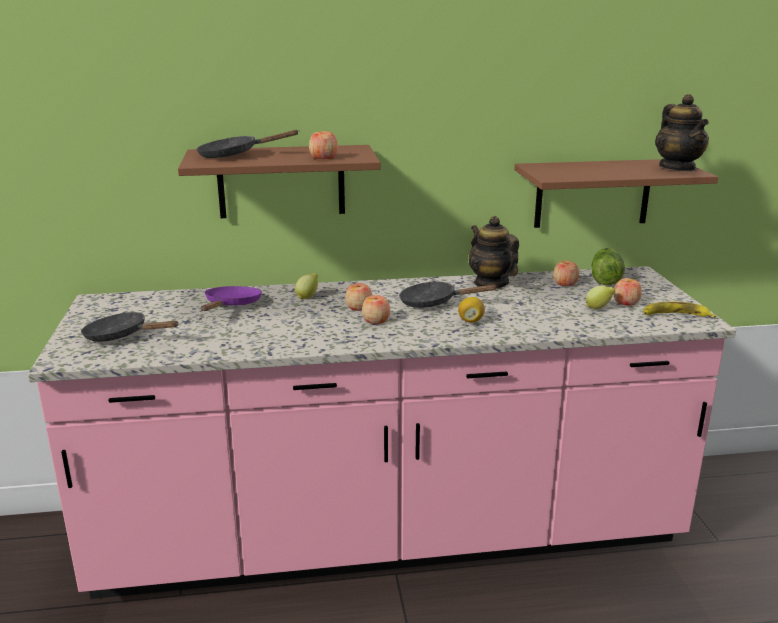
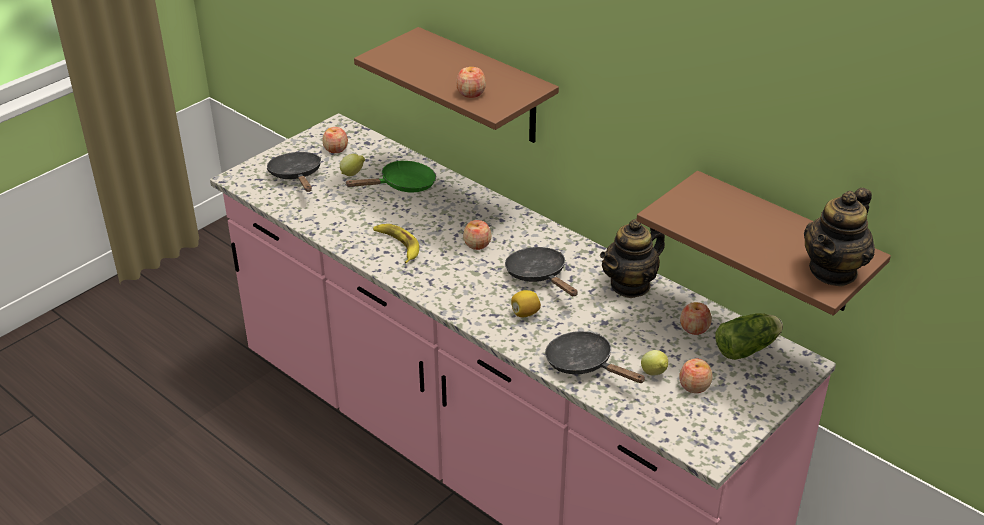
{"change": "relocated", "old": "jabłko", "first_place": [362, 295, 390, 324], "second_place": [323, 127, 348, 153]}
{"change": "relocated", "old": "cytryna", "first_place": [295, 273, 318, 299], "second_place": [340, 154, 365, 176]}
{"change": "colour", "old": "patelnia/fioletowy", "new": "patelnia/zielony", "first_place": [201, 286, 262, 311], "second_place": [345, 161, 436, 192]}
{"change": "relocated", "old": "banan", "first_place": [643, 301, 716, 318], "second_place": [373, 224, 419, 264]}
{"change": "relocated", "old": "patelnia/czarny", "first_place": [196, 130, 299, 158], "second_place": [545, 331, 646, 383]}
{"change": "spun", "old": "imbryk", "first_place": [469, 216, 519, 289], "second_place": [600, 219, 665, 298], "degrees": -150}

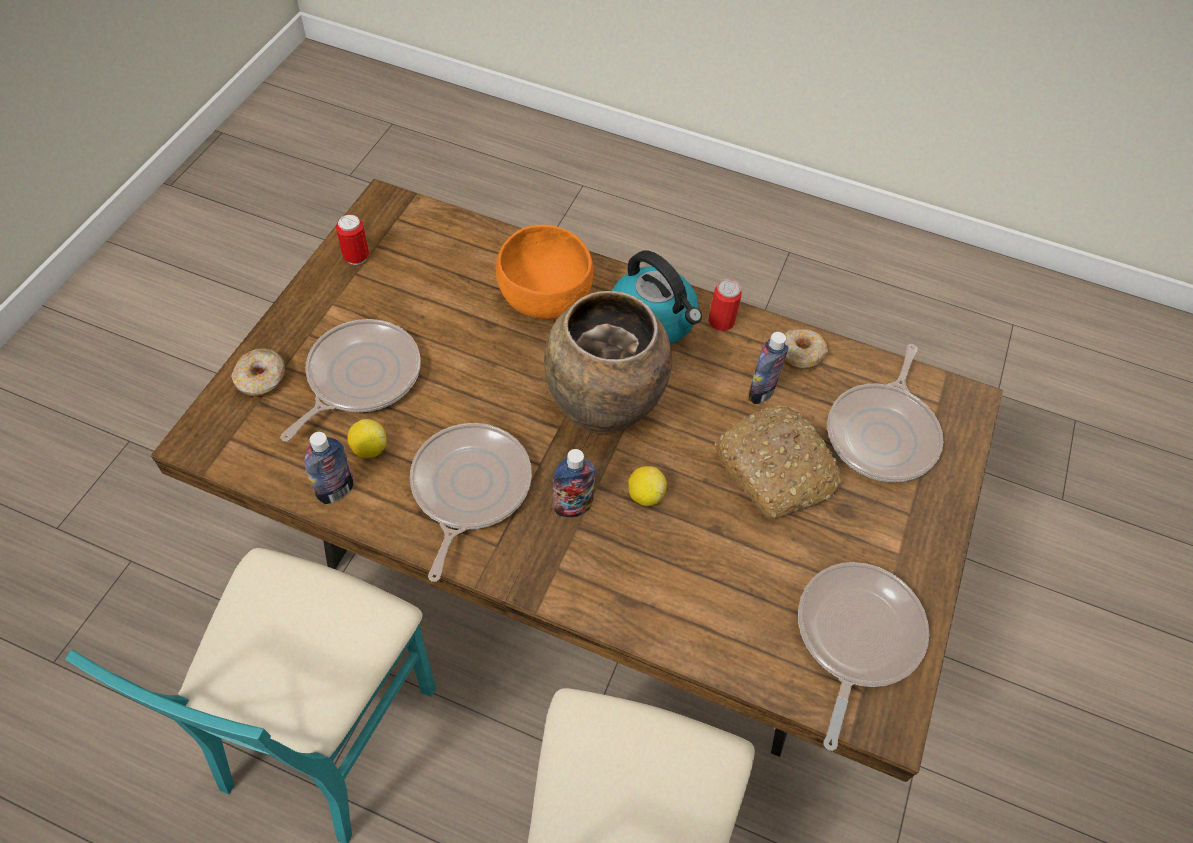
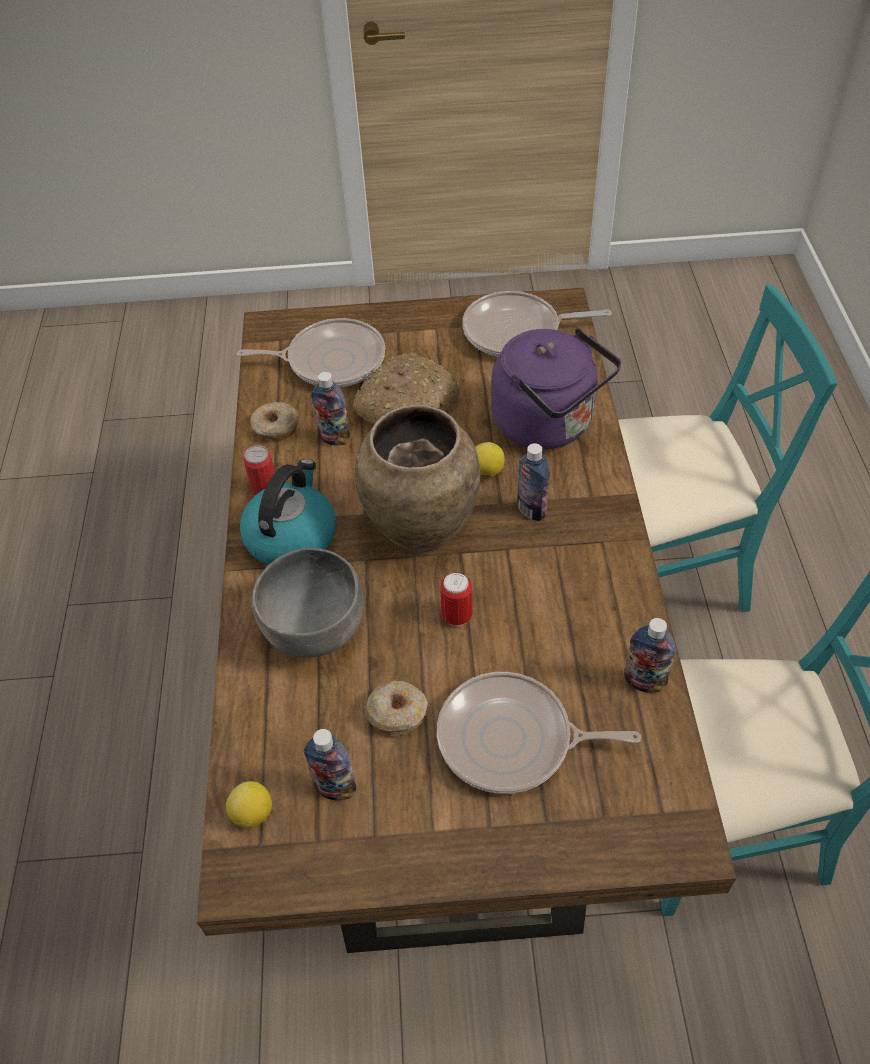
{"change": "relocated", "old": "cytryna", "first_place": [347, 419, 387, 458], "second_place": [226, 781, 272, 828]}
{"change": "colour", "old": "miska/pomarańczowy", "new": "miska/szary", "first_place": [496, 225, 594, 319], "second_place": [252, 548, 364, 658]}
{"change": "appeared", "new": "butelka", "second_place": [304, 729, 357, 801]}
{"change": "relocated", "old": "donut", "first_place": [231, 348, 285, 397], "second_place": [366, 681, 428, 735]}
{"change": "relocated", "old": "puszka", "first_place": [336, 214, 369, 265], "second_place": [440, 572, 472, 626]}
{"change": "appeared", "new": "czajnik/fioletowy", "second_place": [491, 328, 621, 449]}
{"change": "missing", "old": "patelnia", "first_place": [410, 423, 532, 582]}

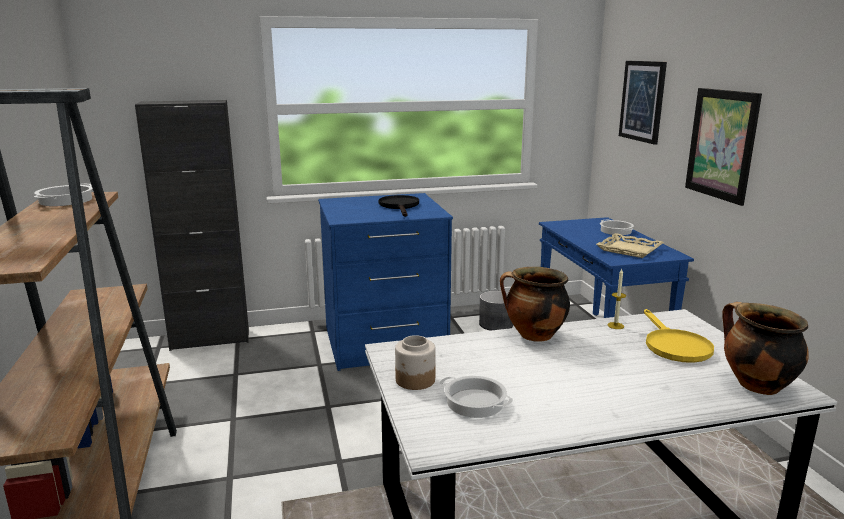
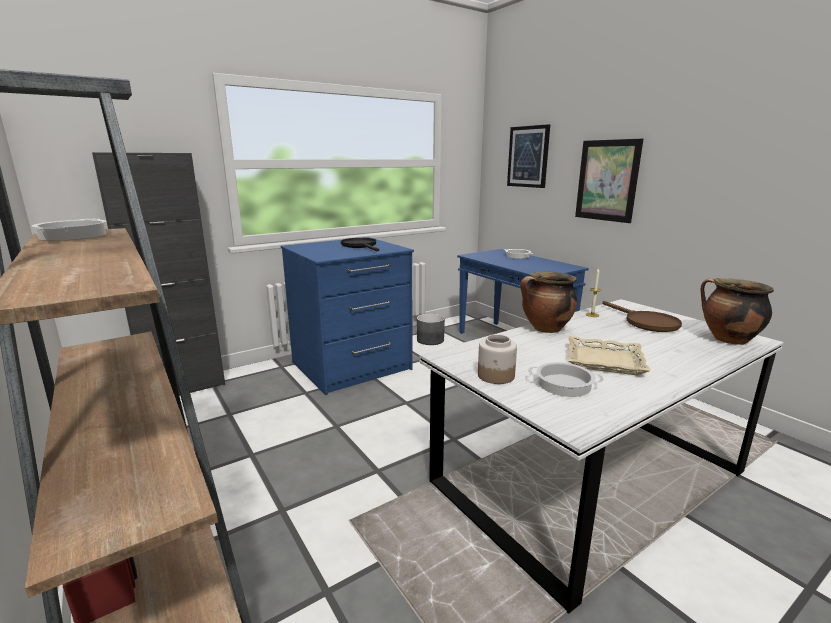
{"change": "relocated", "old": "taca/beżowy", "first_place": [596, 233, 664, 258], "second_place": [568, 336, 650, 376]}
{"change": "colour", "old": "patelnia/żółty", "new": "patelnia/brązowy", "first_place": [644, 309, 714, 363], "second_place": [602, 301, 682, 332]}

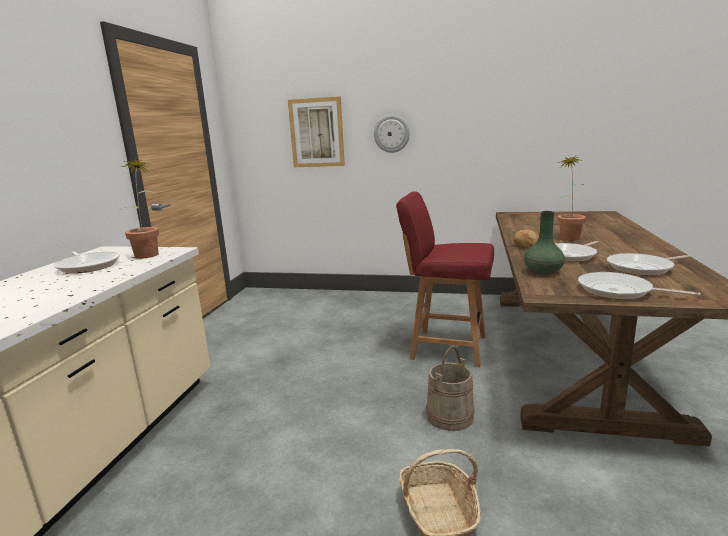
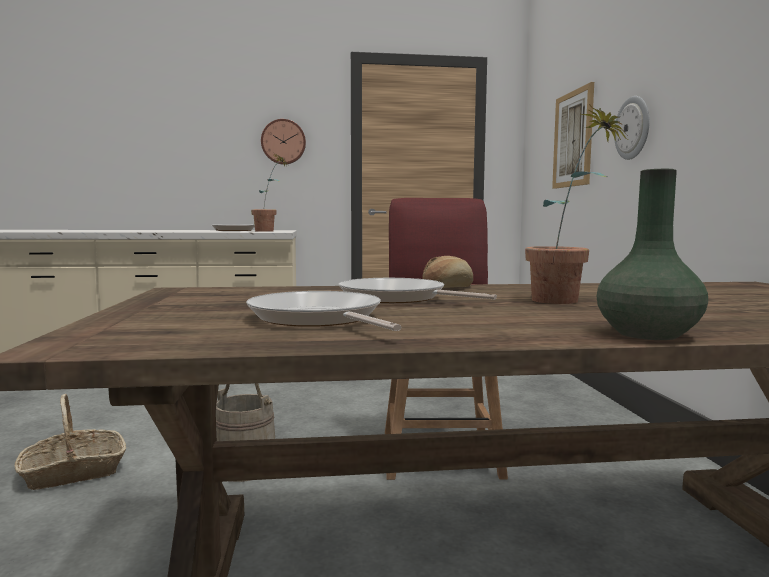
{"change": "appeared", "new": "zegar ścienny", "second_place": [261, 119, 306, 165]}
{"change": "relocated", "old": "wazon/zielony", "first_place": [524, 211, 565, 275], "second_place": [596, 169, 708, 340]}
{"change": "missing", "old": "patelnia", "first_place": [578, 272, 700, 299]}

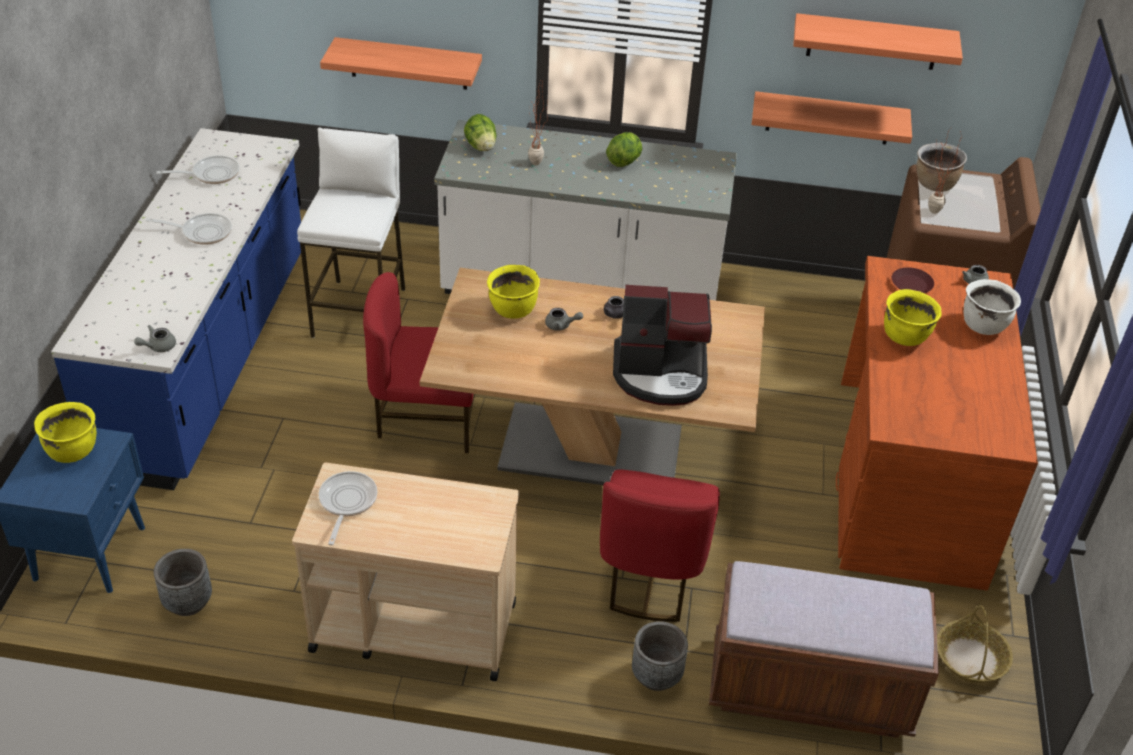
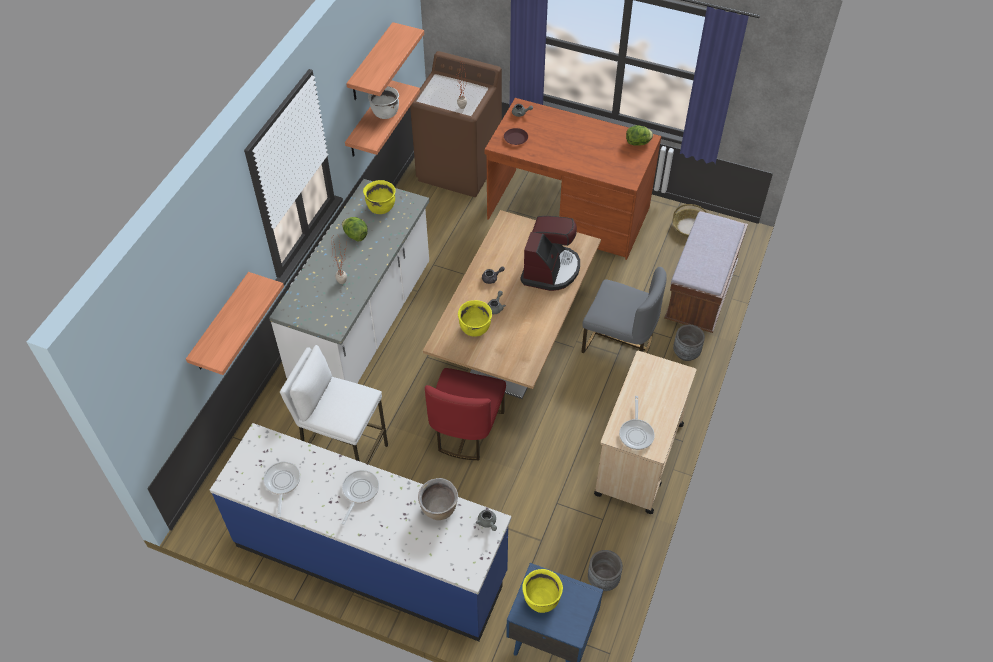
{"change": "relocated", "old": "garnek/żółty", "first_place": [884, 289, 942, 346], "second_place": [363, 180, 396, 214]}
{"change": "relocated", "old": "garnek/biały", "first_place": [964, 279, 1021, 335], "second_place": [368, 86, 399, 119]}
{"change": "relocated", "old": "garnek/brązowy", "first_place": [916, 143, 967, 192], "second_place": [418, 478, 458, 520]}
{"change": "colour", "old": "krzesło/czerwony", "new": "krzesło/szary", "first_place": [600, 469, 720, 622], "second_place": [581, 267, 667, 353]}
{"change": "spun", "old": "patelnia", "first_place": [319, 471, 377, 545], "second_place": [619, 396, 655, 450], "degrees": -105}
{"change": "relocated", "old": "sałata", "first_place": [464, 114, 497, 151], "second_place": [626, 125, 653, 146]}

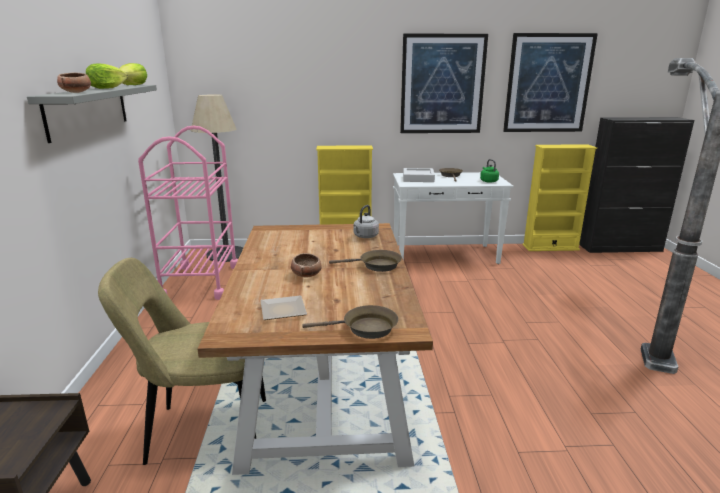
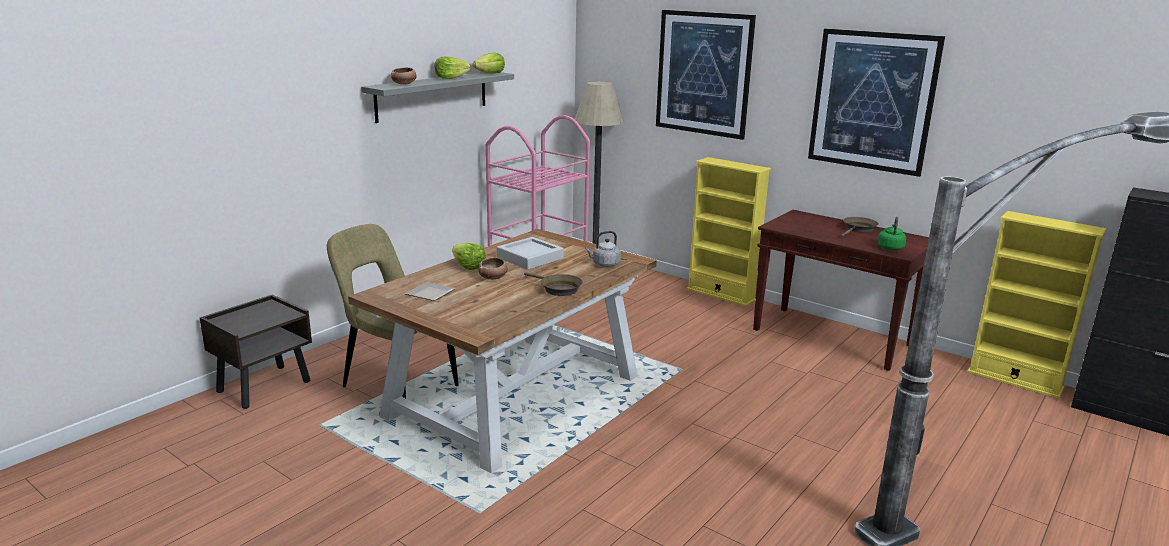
{"change": "appeared", "new": "sałata", "second_place": [452, 243, 486, 270]}
{"change": "relocated", "old": "taca/szary", "first_place": [403, 168, 435, 182], "second_place": [497, 237, 564, 270]}
{"change": "relocated", "old": "obraz", "first_place": [503, 33, 598, 132], "second_place": [656, 10, 756, 140]}
{"change": "colour", "old": "stolik konsolowy/biały", "new": "stolik konsolowy/brązowy", "first_place": [393, 172, 513, 264], "second_place": [753, 210, 929, 371]}
{"change": "missing", "old": "patelnia/brązowy", "first_place": [302, 305, 398, 339]}

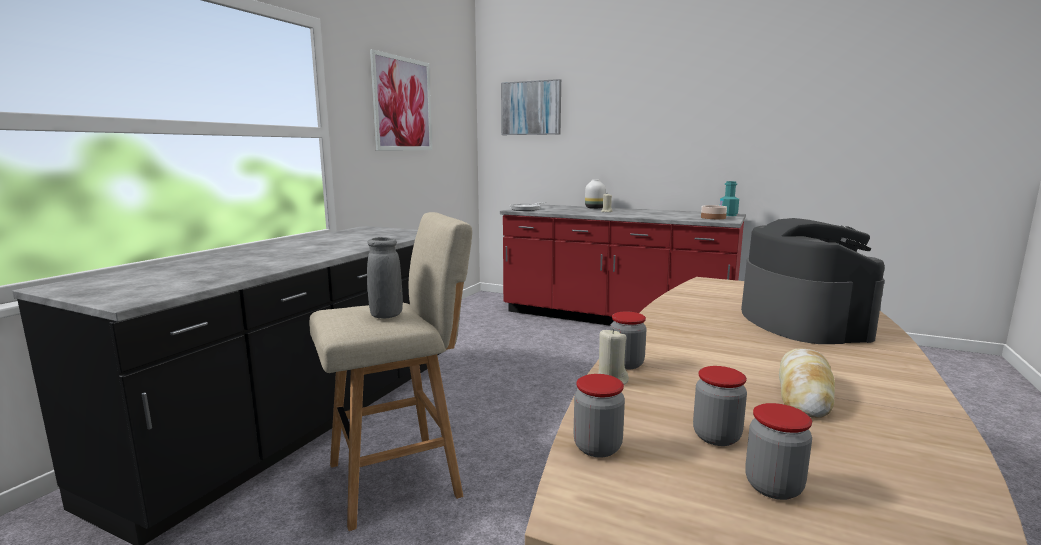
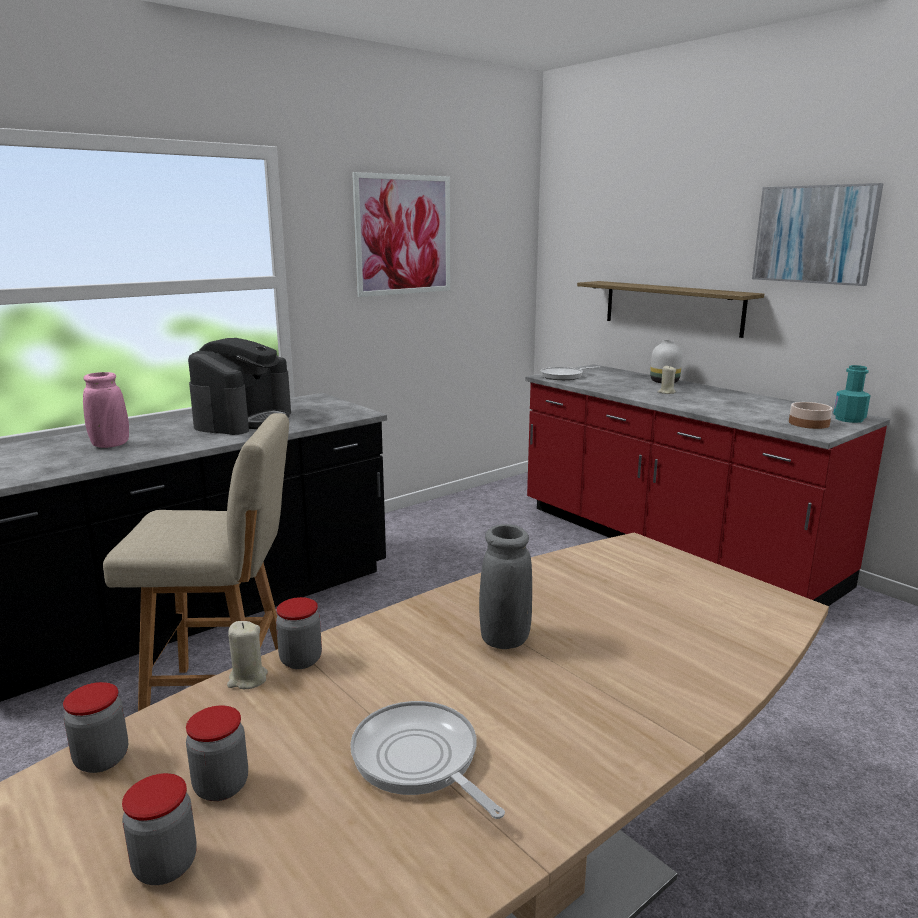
{"change": "appeared", "new": "wazon/różowy", "second_place": [83, 372, 129, 448]}
{"change": "relocated", "old": "ekspres do kawy", "first_place": [741, 218, 885, 344], "second_place": [188, 338, 291, 435]}
{"change": "exchanged", "old": "chleb", "new": "patelnia", "first_place": [779, 349, 835, 418], "second_place": [350, 701, 505, 819]}
{"change": "relocated", "old": "wazon/szary", "first_place": [367, 237, 403, 318], "second_place": [479, 524, 532, 649]}
{"change": "appeared", "new": "półka", "second_place": [577, 281, 764, 338]}
{"change": "relocated", "old": "obraz", "first_place": [501, 79, 561, 135], "second_place": [752, 183, 884, 286]}

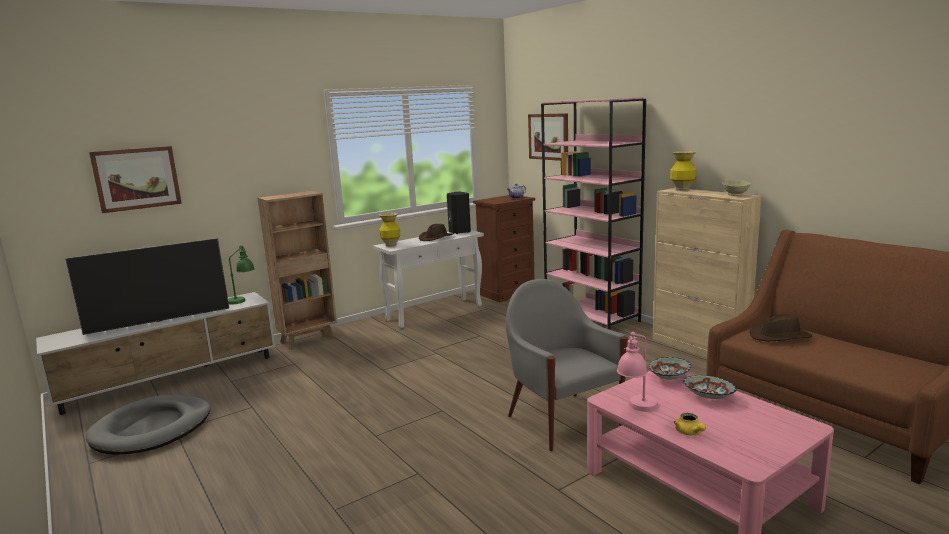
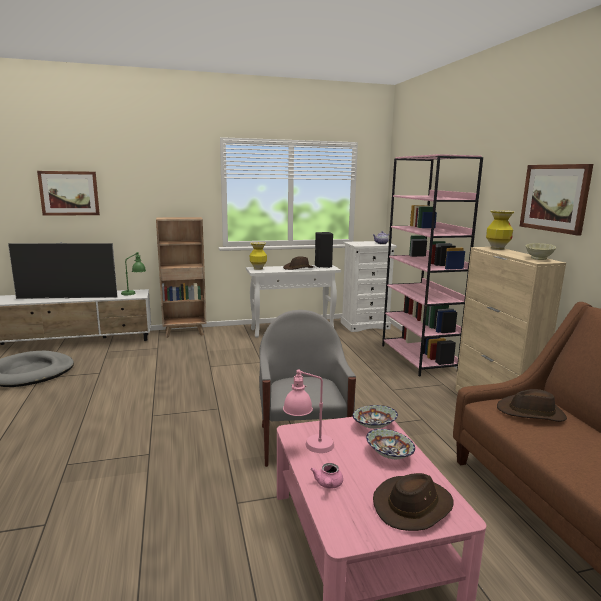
{"change": "colour", "old": "imbryk/żółty", "new": "imbryk/różowy", "first_place": [674, 413, 706, 435], "second_place": [310, 463, 343, 489]}
{"change": "colour", "old": "komoda/brązowy", "new": "komoda/biały", "first_place": [473, 195, 535, 303], "second_place": [341, 241, 397, 332]}
{"change": "appeared", "new": "kapelusz/brązowy", "second_place": [373, 473, 454, 531]}
{"change": "relocated", "old": "obraz", "first_place": [528, 113, 568, 161], "second_place": [520, 164, 593, 235]}

